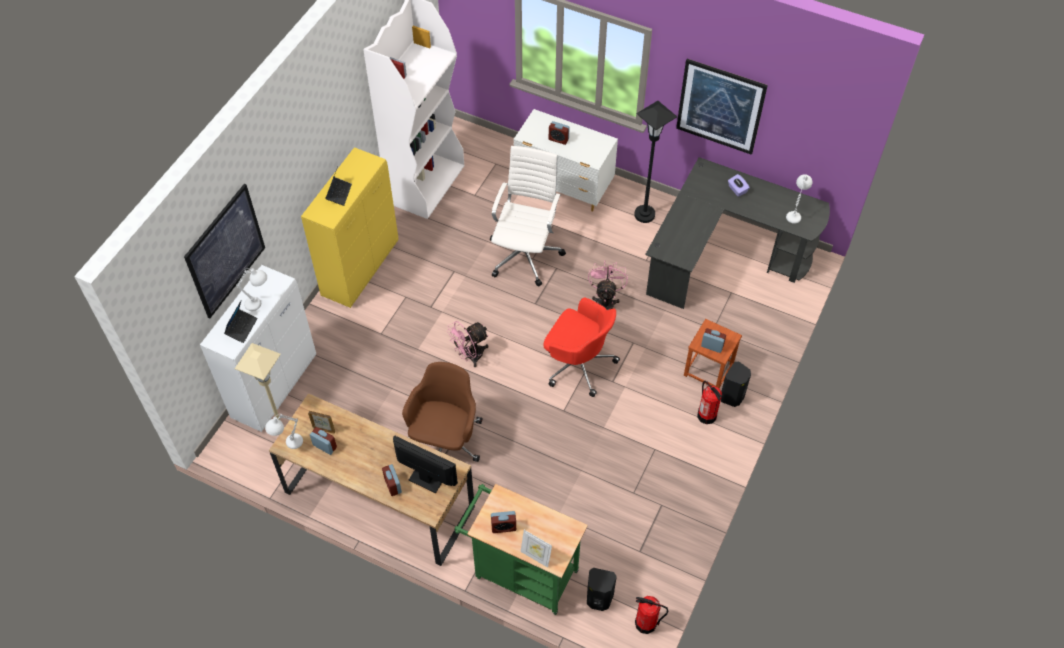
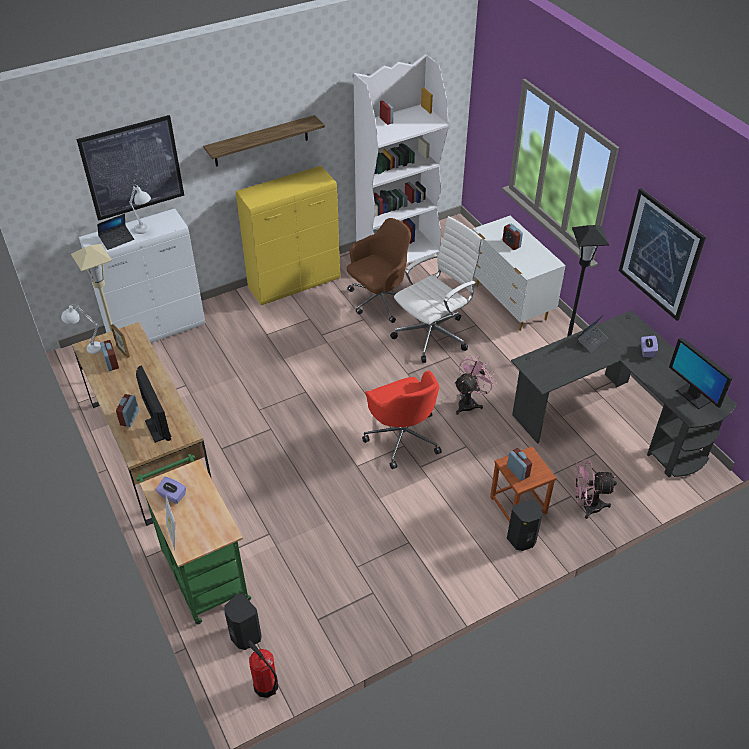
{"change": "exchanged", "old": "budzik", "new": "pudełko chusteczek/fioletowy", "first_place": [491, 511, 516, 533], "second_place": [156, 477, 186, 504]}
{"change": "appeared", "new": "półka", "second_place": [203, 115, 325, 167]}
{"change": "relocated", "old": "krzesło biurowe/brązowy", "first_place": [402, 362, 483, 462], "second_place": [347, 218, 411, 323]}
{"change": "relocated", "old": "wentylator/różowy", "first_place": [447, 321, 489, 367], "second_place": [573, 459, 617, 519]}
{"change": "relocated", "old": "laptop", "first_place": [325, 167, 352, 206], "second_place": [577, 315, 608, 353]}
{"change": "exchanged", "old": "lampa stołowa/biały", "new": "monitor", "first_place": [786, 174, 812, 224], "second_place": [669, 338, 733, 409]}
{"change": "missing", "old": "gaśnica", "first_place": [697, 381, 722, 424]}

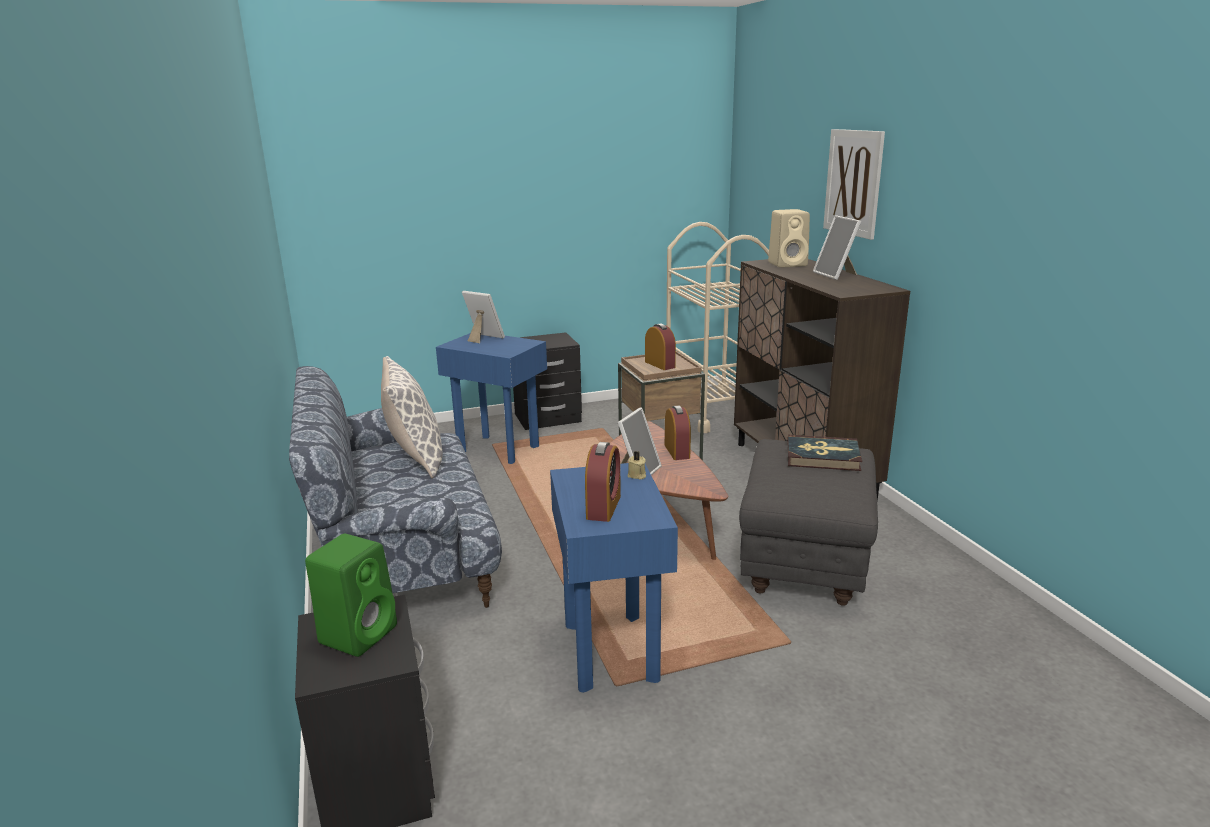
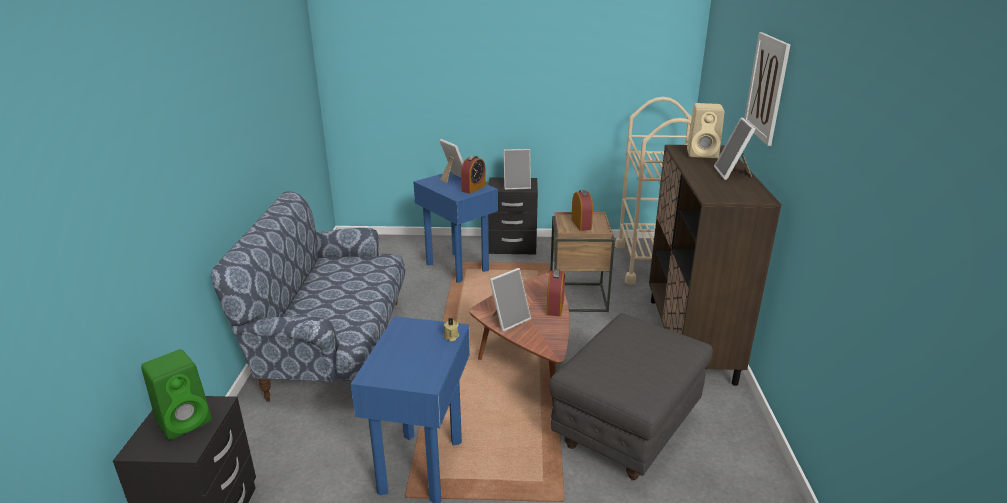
{"change": "relocated", "old": "budzik", "first_place": [585, 442, 621, 522], "second_place": [461, 156, 486, 194]}
{"change": "appeared", "new": "ramka na zdjęcie", "second_place": [503, 149, 531, 190]}
{"change": "missing", "old": "poduszka", "first_place": [381, 356, 443, 478]}
{"change": "missing", "old": "książka", "first_place": [787, 435, 862, 471]}

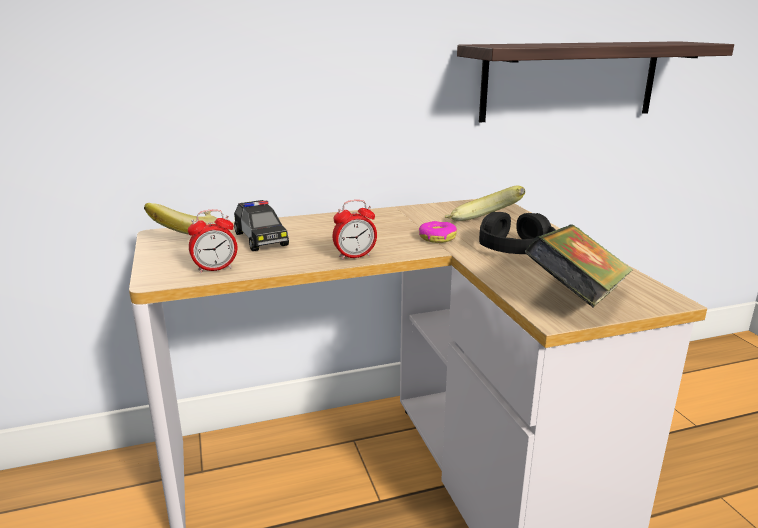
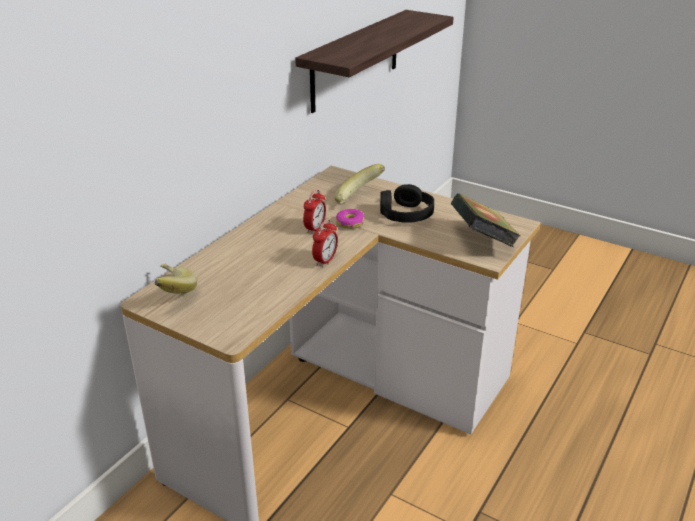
{"change": "relocated", "old": "budzik", "first_place": [188, 209, 237, 273], "second_place": [303, 189, 326, 234]}
{"change": "missing", "old": "samochodzik", "first_place": [234, 200, 289, 251]}

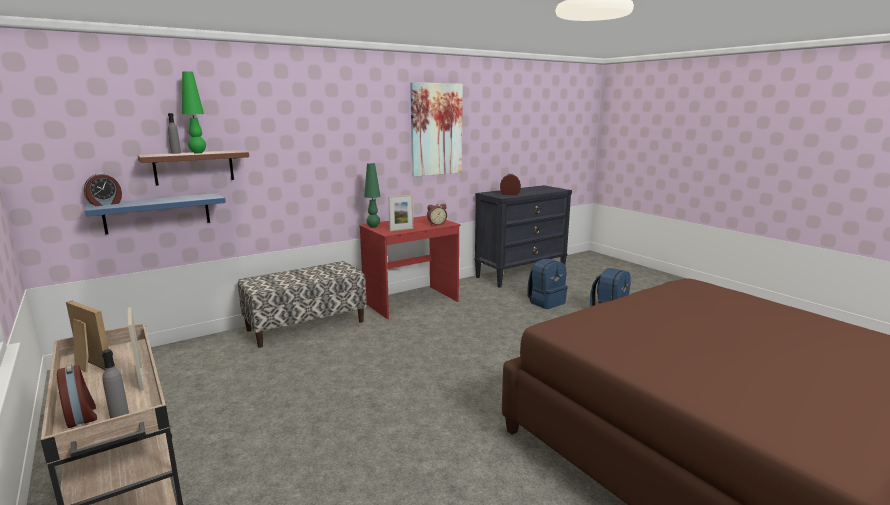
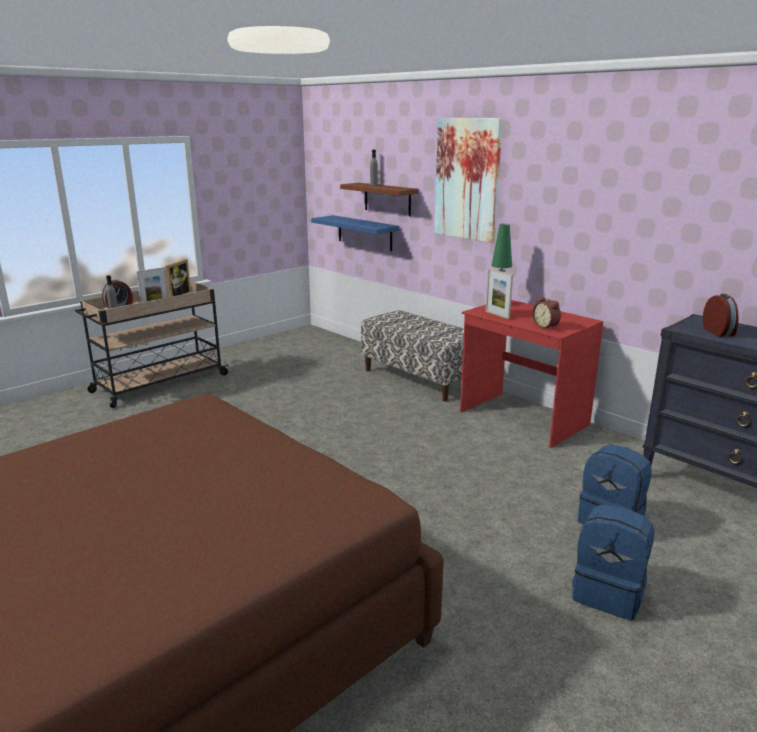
{"change": "relocated", "old": "obraz", "first_place": [410, 82, 463, 177], "second_place": [434, 118, 503, 243]}
{"change": "missing", "old": "budzik", "first_place": [84, 173, 122, 206]}
{"change": "missing", "old": "lampa stołowa/zielony", "first_place": [182, 71, 206, 153]}

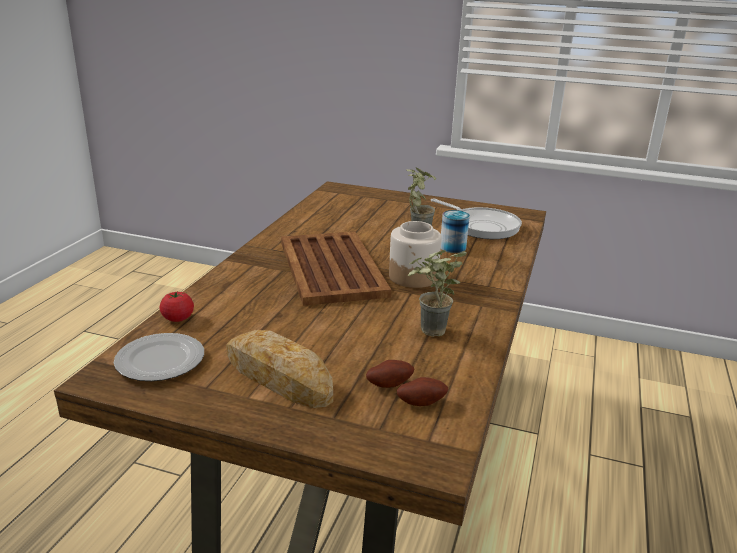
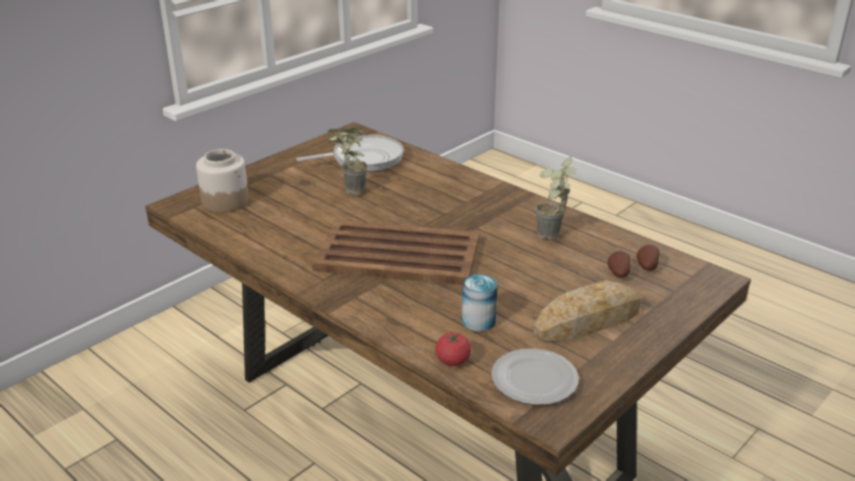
{"change": "relocated", "old": "słoik", "first_place": [389, 221, 442, 288], "second_place": [196, 149, 249, 212]}
{"change": "relocated", "old": "puszka", "first_place": [441, 210, 470, 253], "second_place": [462, 274, 498, 332]}

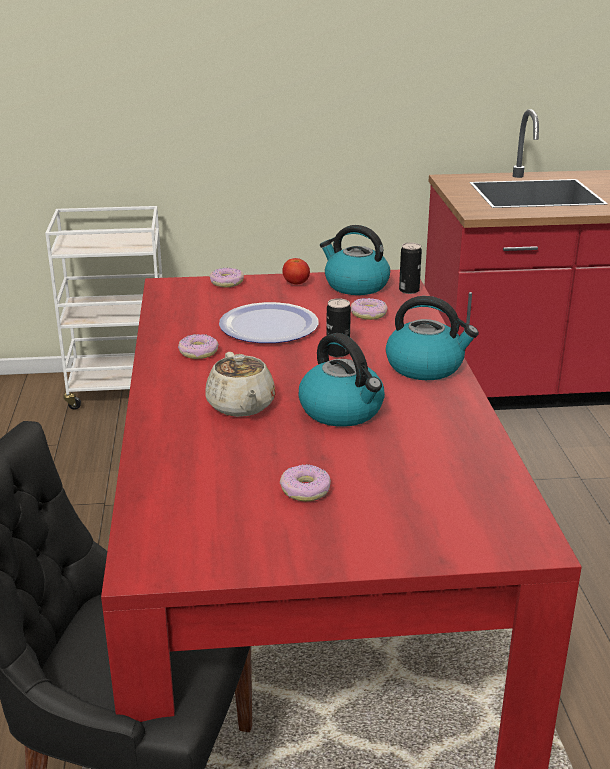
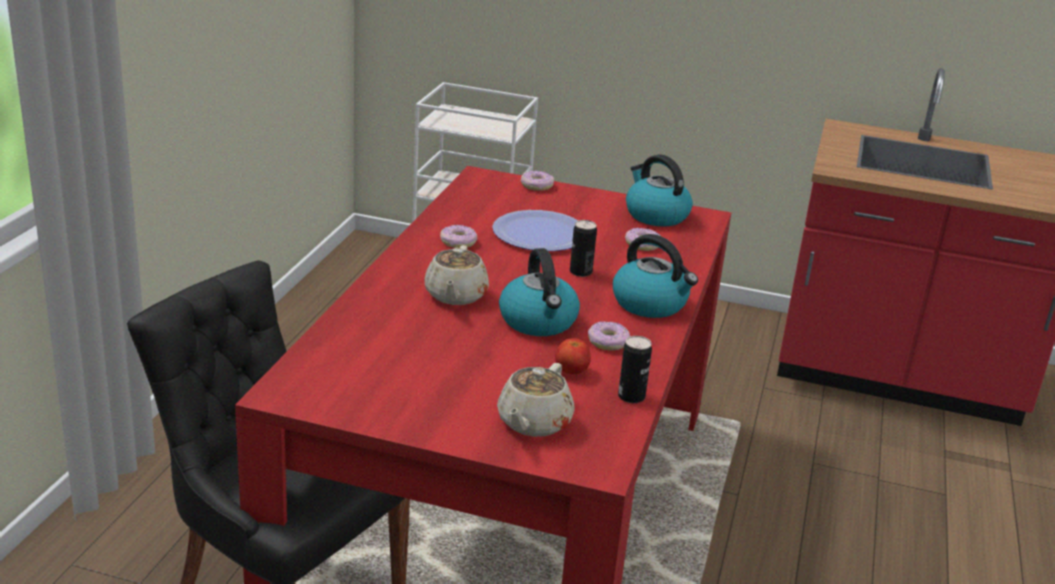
{"change": "appeared", "new": "imbryk/beżowy", "second_place": [497, 363, 575, 437]}
{"change": "relocated", "old": "pomidor", "first_place": [282, 258, 310, 284], "second_place": [555, 338, 591, 374]}
{"change": "relocated", "old": "donut", "first_place": [280, 464, 331, 501], "second_place": [588, 321, 630, 351]}
{"change": "relocated", "old": "puszka", "first_place": [399, 243, 422, 294], "second_place": [618, 336, 652, 403]}

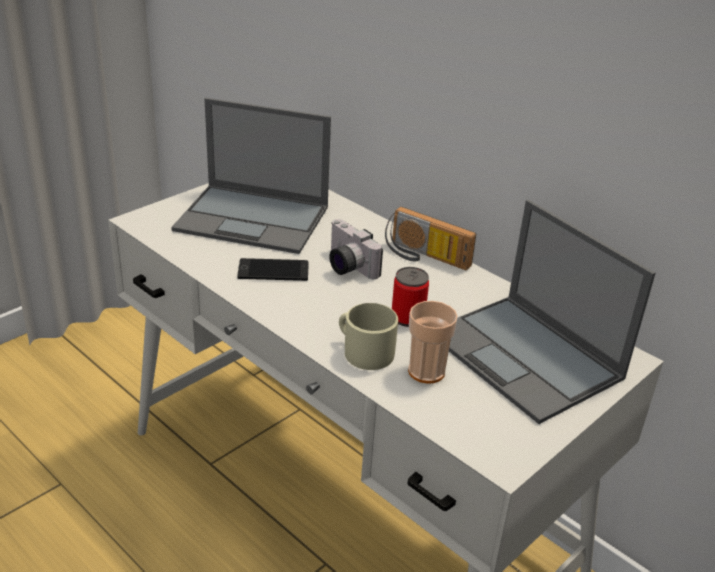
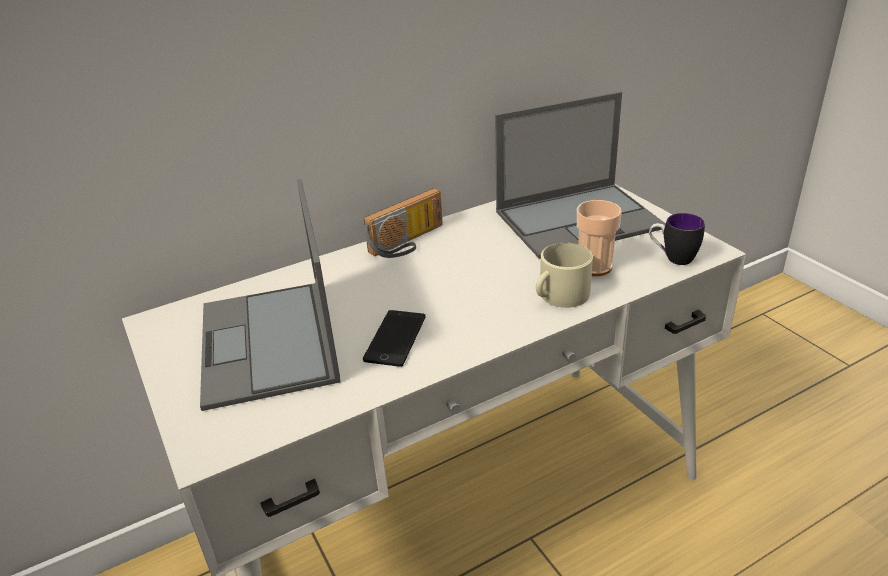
{"change": "spun", "old": "laptop", "first_place": [171, 98, 331, 254], "second_place": [200, 179, 341, 411], "degrees": 135}
{"change": "appeared", "new": "kubek", "second_place": [649, 213, 705, 265]}
{"change": "missing", "old": "aparat fotograficzny", "first_place": [329, 219, 383, 279]}
{"change": "missing", "old": "puszka", "first_place": [392, 267, 429, 327]}

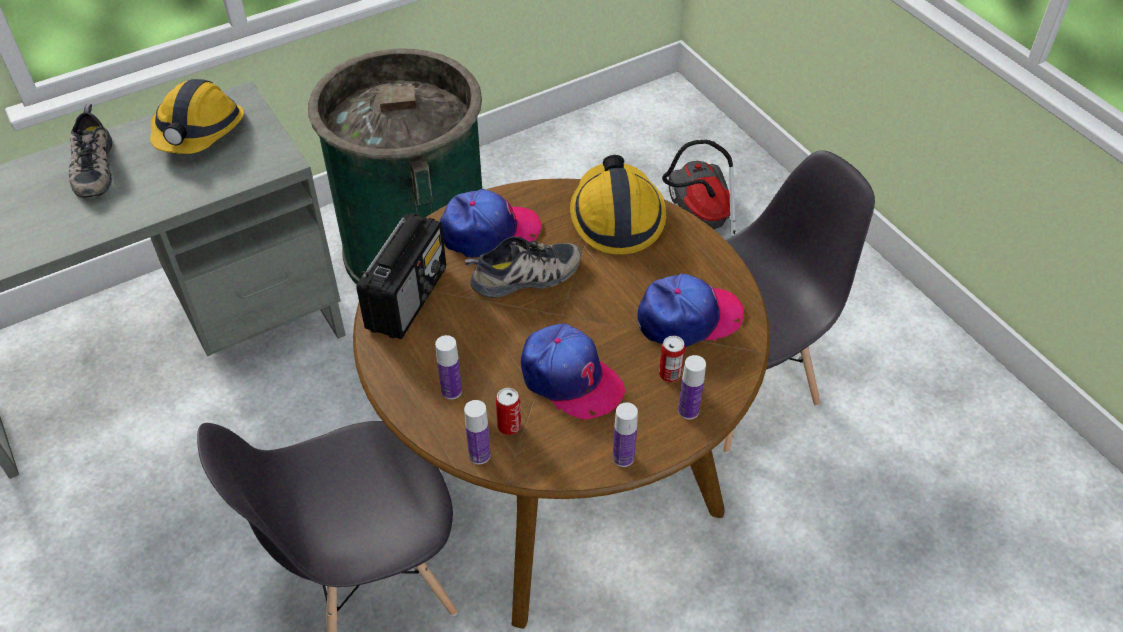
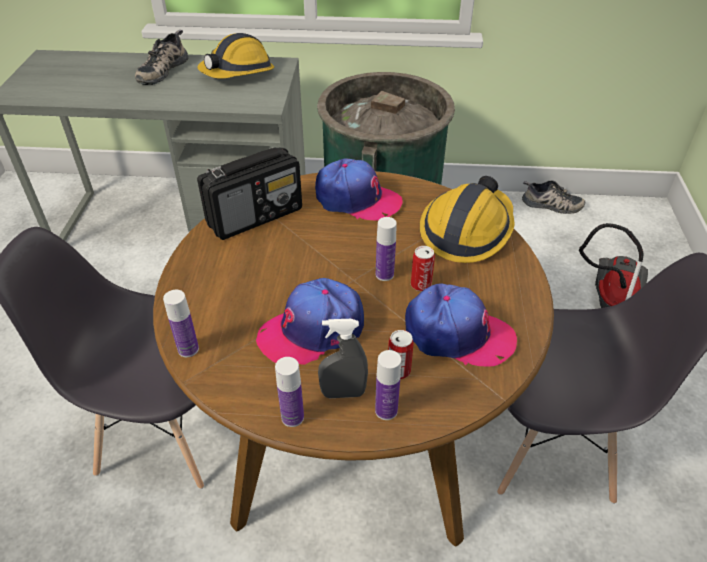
{"change": "spun", "old": "czapka z daszkiem", "first_place": [521, 324, 625, 419], "second_place": [256, 278, 364, 365], "degrees": 75}
{"change": "appeared", "new": "spryskiwacz/szary", "second_place": [318, 319, 368, 398]}
{"change": "relocated", "old": "butelka", "first_place": [435, 335, 462, 399], "second_place": [376, 217, 397, 281]}
{"change": "relocated", "old": "puszka", "first_place": [496, 388, 521, 435], "second_place": [411, 246, 435, 291]}
{"change": "relocated", "old": "but", "first_place": [465, 236, 581, 298], "second_place": [522, 180, 585, 214]}

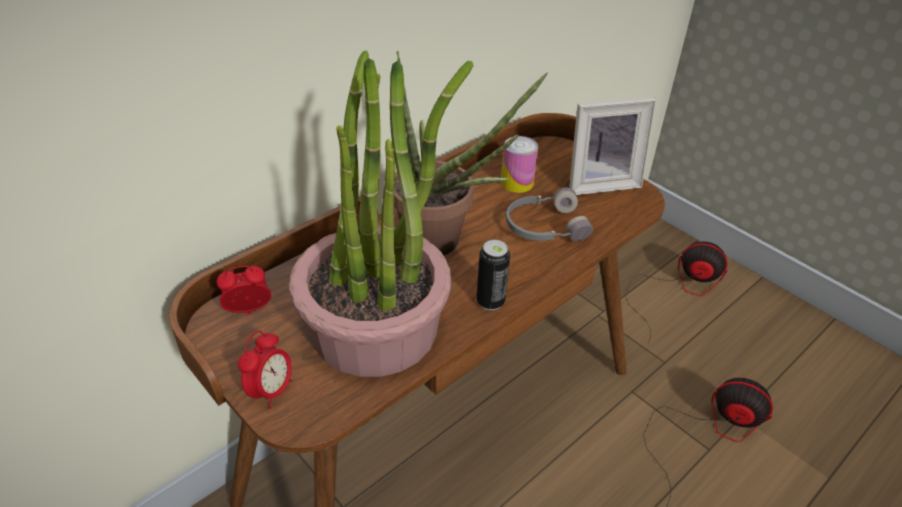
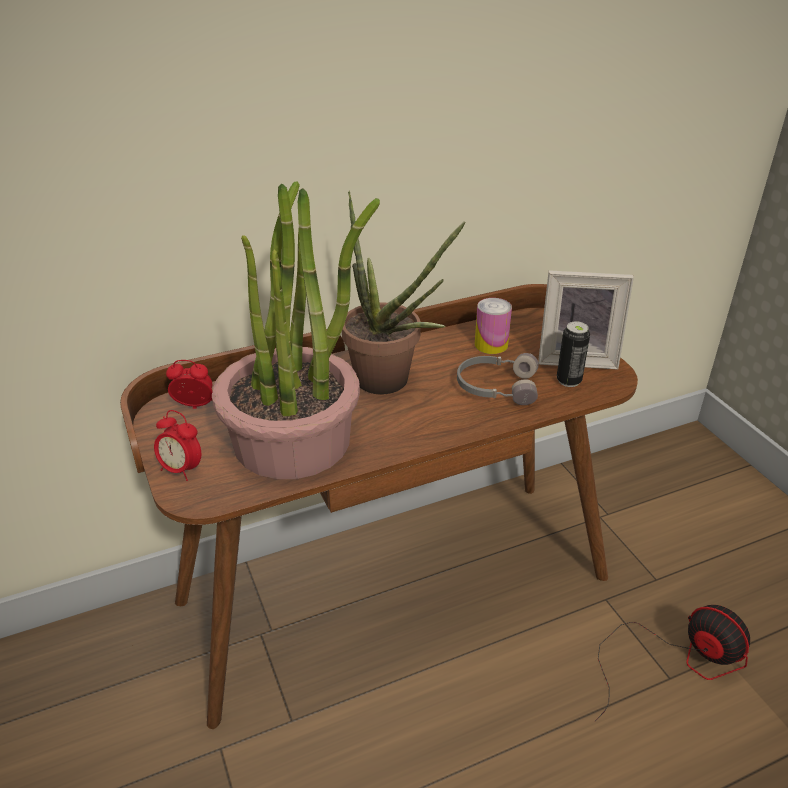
{"change": "spun", "old": "budzik", "first_place": [238, 331, 293, 409], "second_place": [154, 410, 201, 481], "degrees": 75}
{"change": "relocated", "old": "puszka", "first_place": [476, 240, 510, 310], "second_place": [557, 321, 590, 387]}
{"change": "missing", "old": "wentylator", "first_place": [625, 241, 728, 344]}

